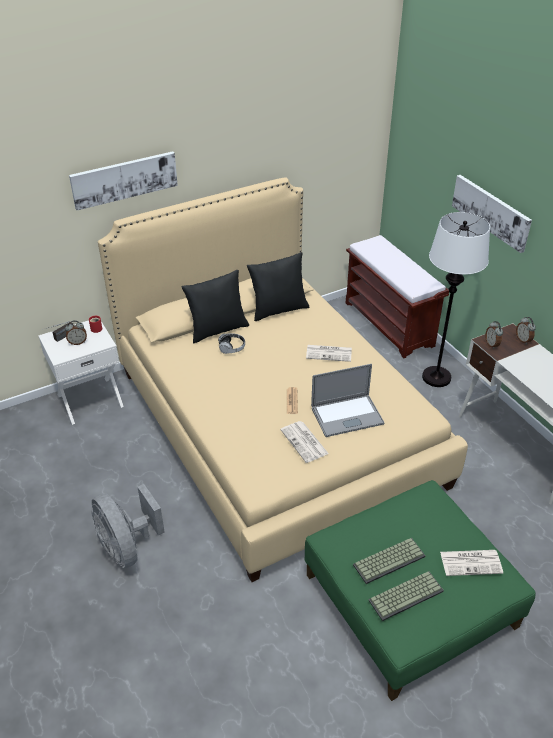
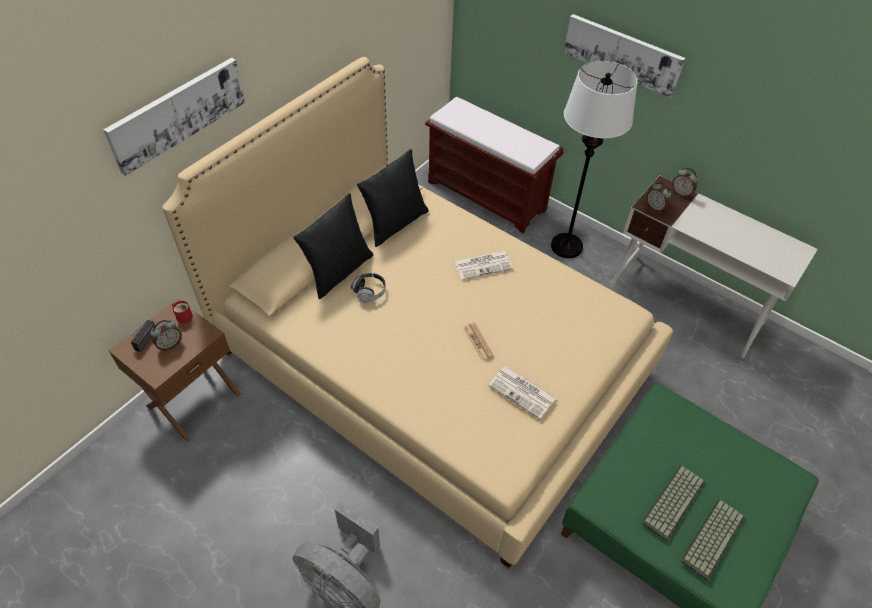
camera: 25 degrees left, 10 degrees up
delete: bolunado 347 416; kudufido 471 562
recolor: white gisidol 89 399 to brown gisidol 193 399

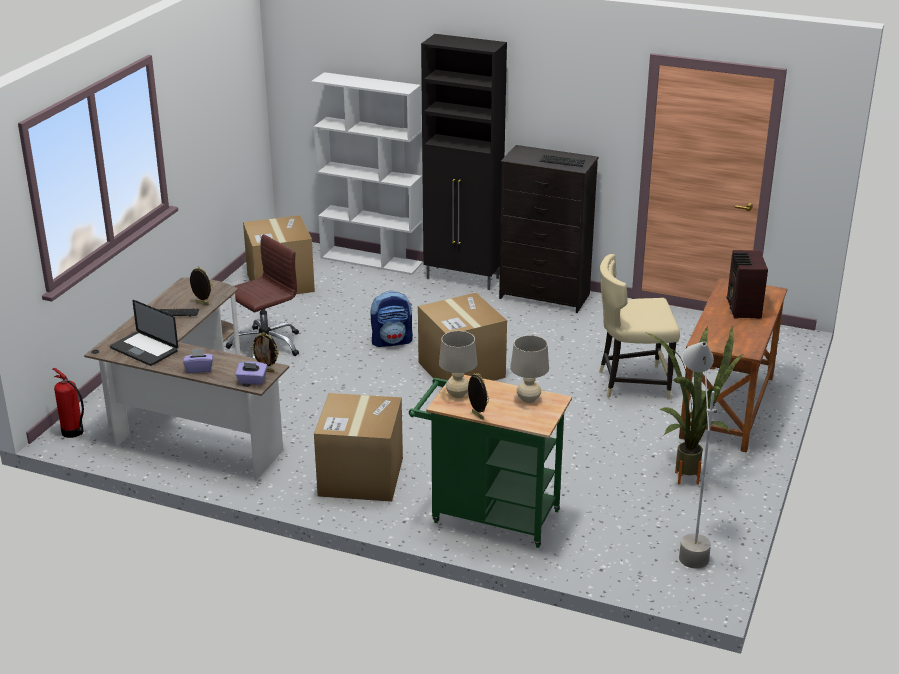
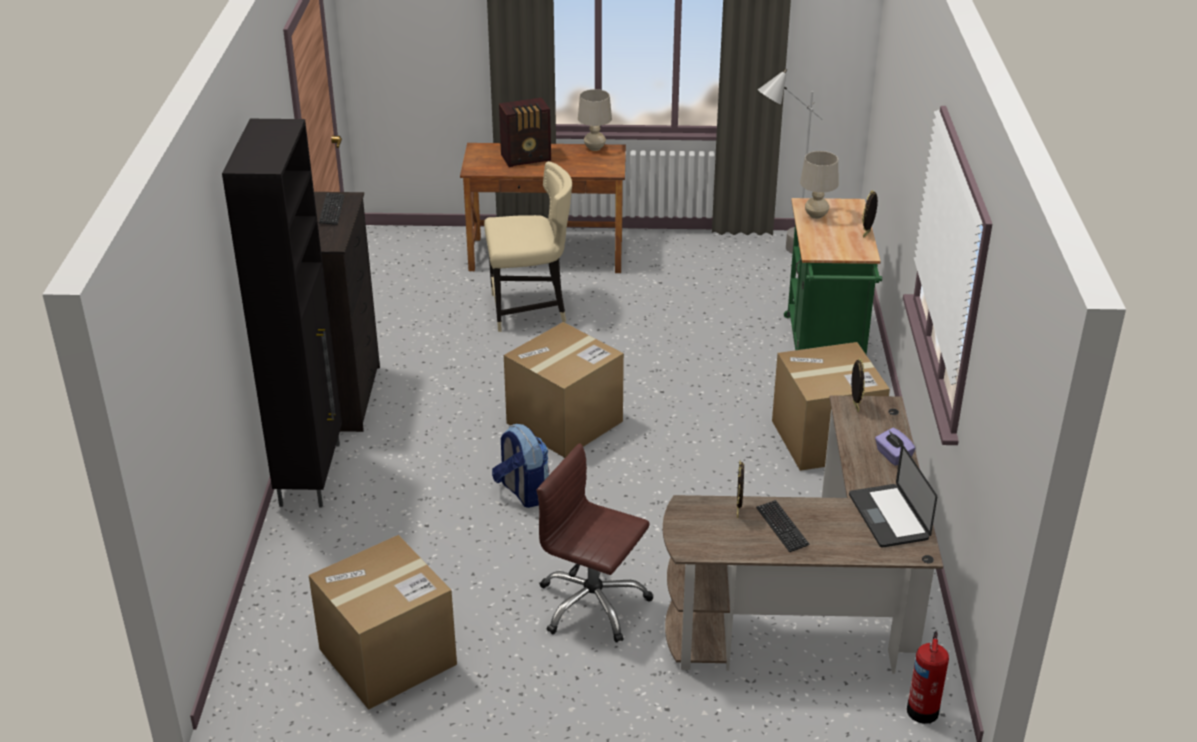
camera: 110 degrees left, 5 degrees up
delete: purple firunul 252 380; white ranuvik 372 260; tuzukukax 688 473
move: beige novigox 458 394 to 594 148
rotate: bolunado 144 350 = 888 517 150 degrees clockwise; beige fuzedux 631 383 = 530 310 75 degrees counterclockwise

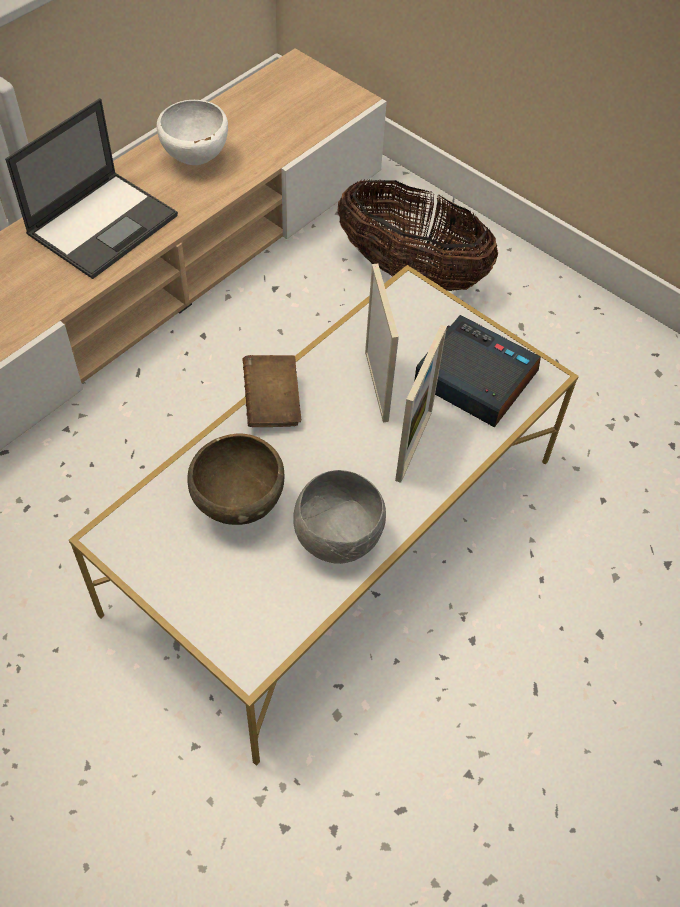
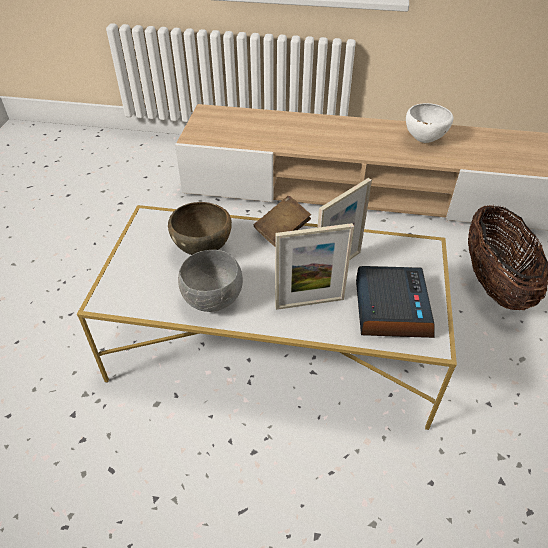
camera: 60 degrees right, 10 degrees down
delete: bolunado 104 224

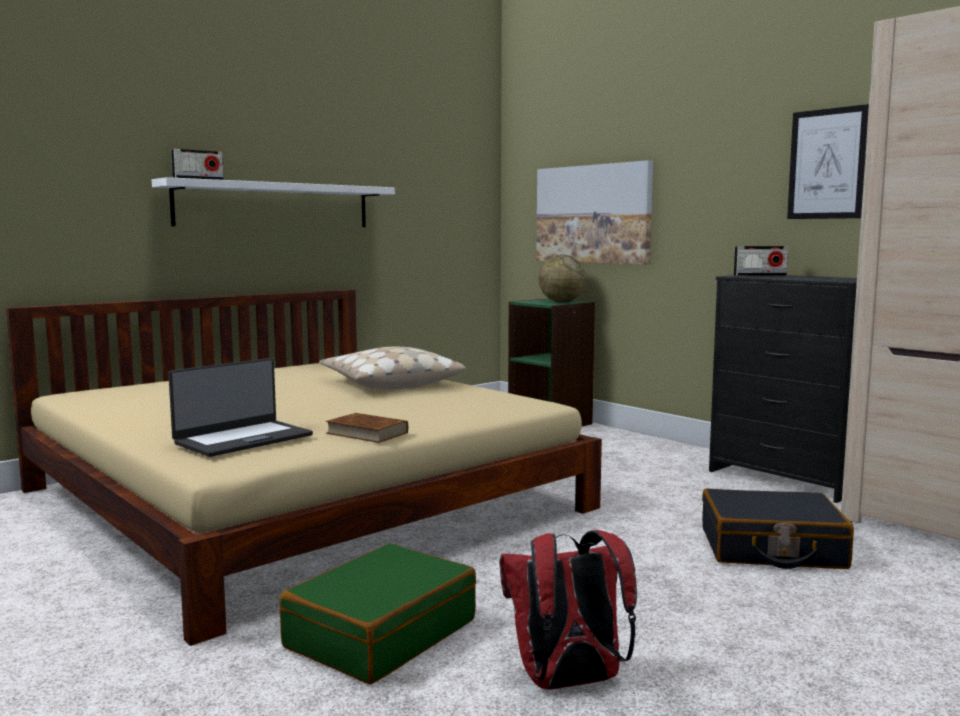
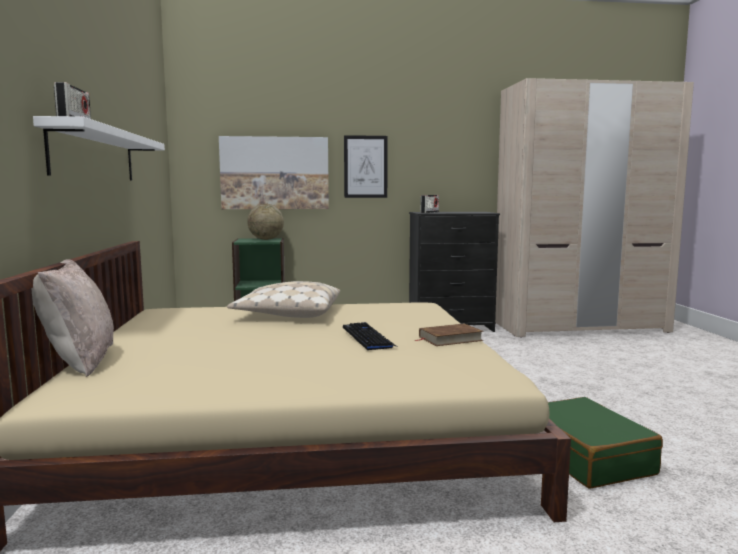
camera: 55 degrees left, 0 degrees up
delete: bolunado 243 439; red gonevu 568 682; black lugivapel 771 549
insert: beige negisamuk 79 361; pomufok 367 337
move: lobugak 827 164 to 365 167

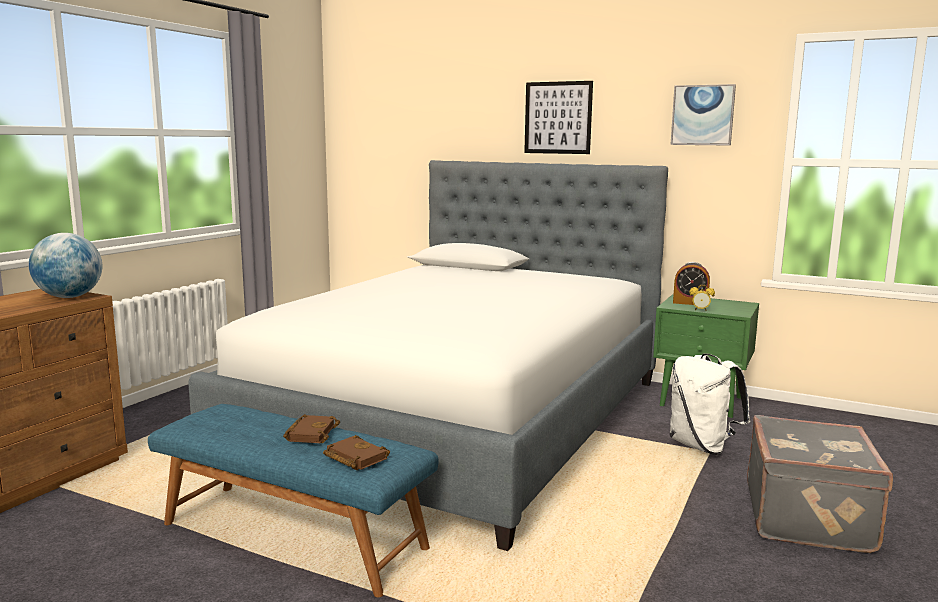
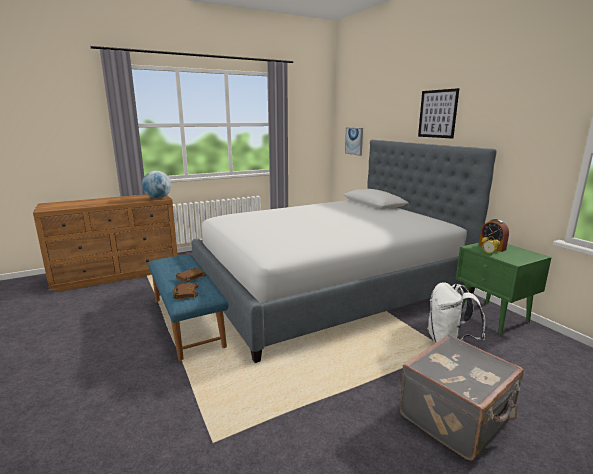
camera: 35 degrees right, 5 degrees up
move: lobugak 702 115 to 354 141

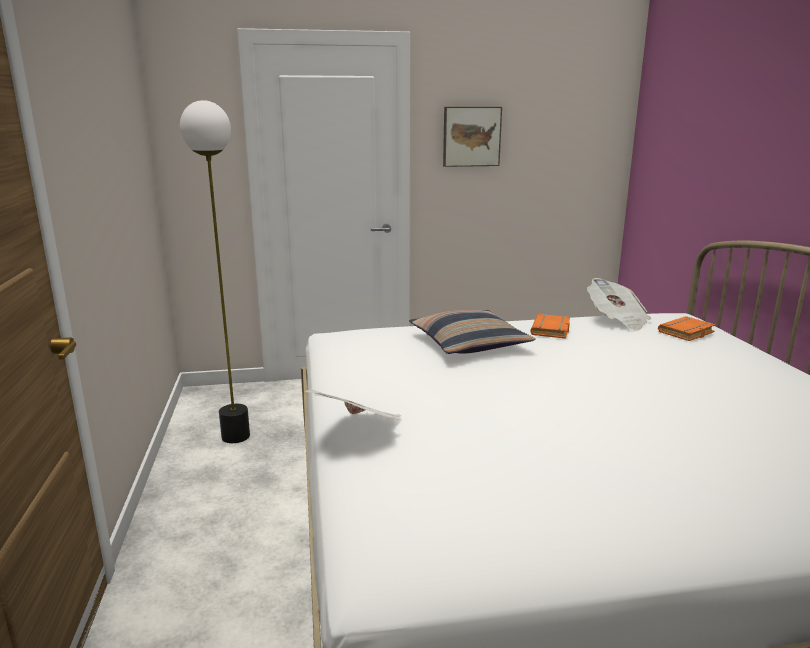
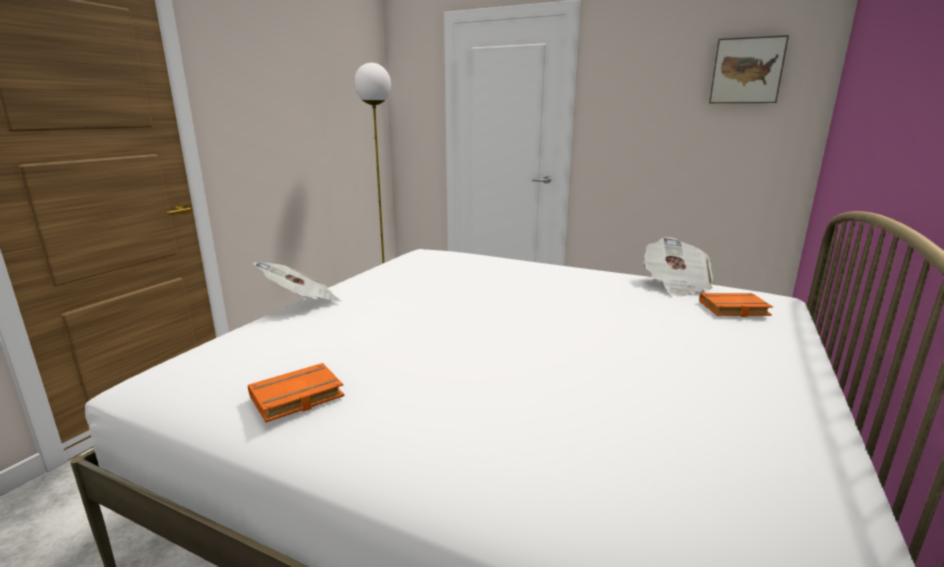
camera: 35 degrees right, 0 degrees up
delete: negisamuk 469 344
move: lobugak 471 136 to 747 71; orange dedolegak 552 330 to 296 399

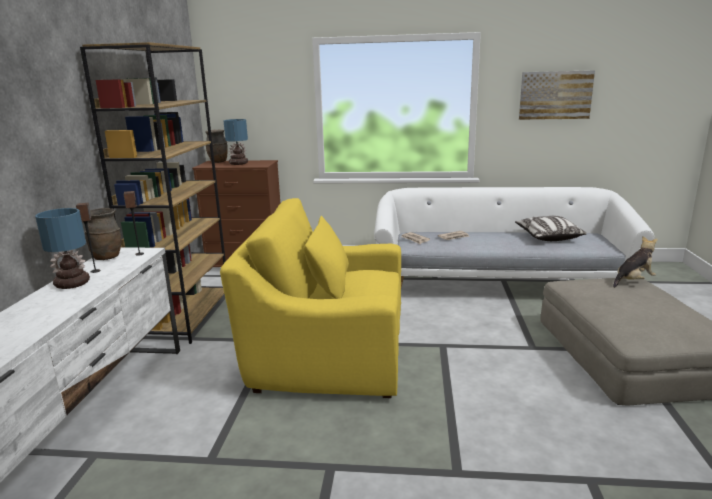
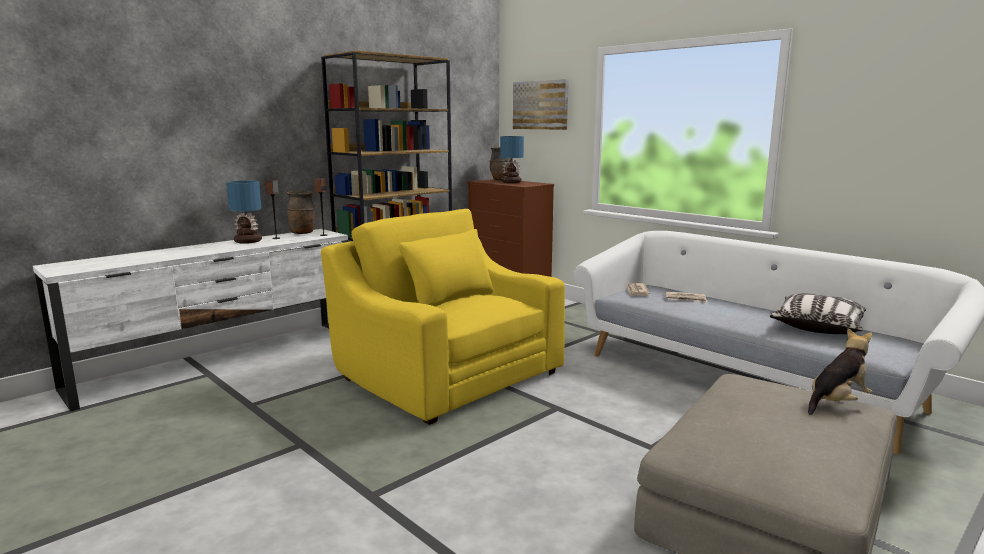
camera: 40 degrees right, 5 degrees down
move: lobugak 555 95 to 540 105
rotate: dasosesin 633 281 = 837 402 45 degrees counterclockwise

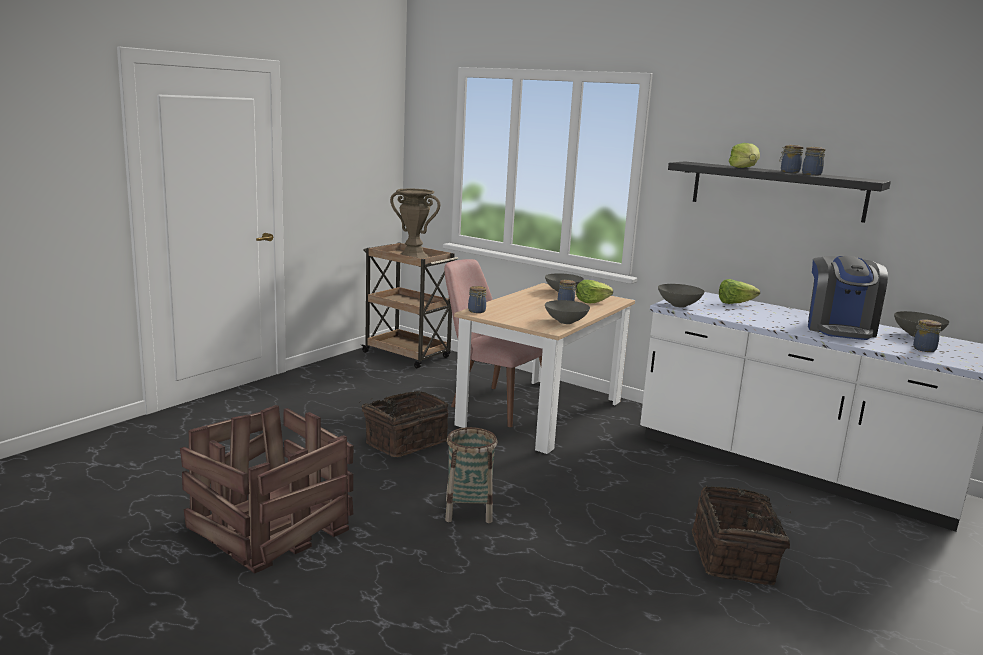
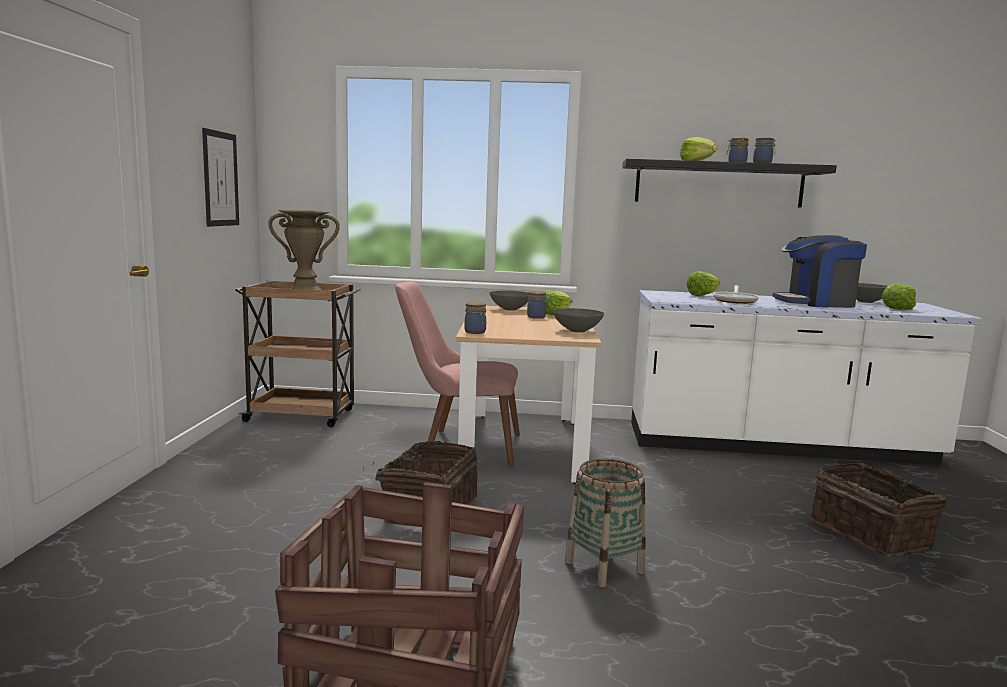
camera: 30 degrees left, 5 degrees down
delete: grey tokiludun 678 305
insert: lobugak 220 179; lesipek 735 301
replace: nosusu 923 349 to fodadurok 897 308
rotate: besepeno 839 329 = 816 303 105 degrees clockwise

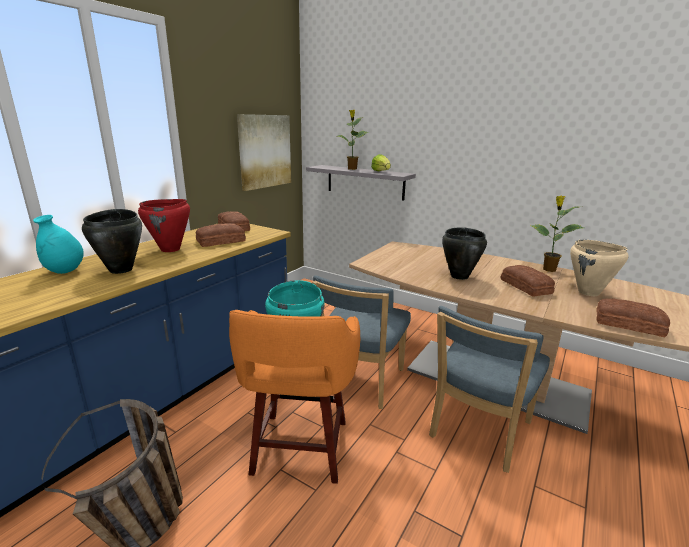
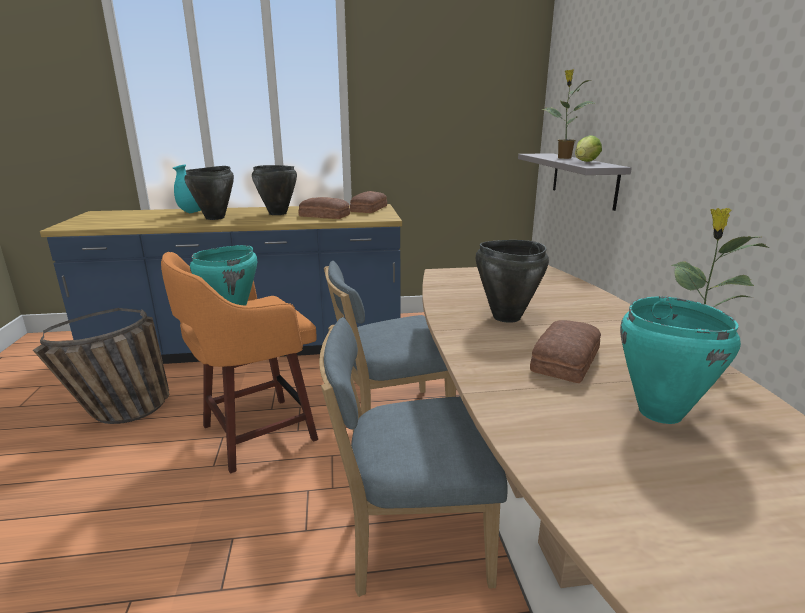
camera: 50 degrees right, 0 degrees up
delete: lobugak 265 151; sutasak 627 323
recolor: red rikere 170 249 to black rikere 277 213; beige rikere 588 292 to turquoise rikere 659 413

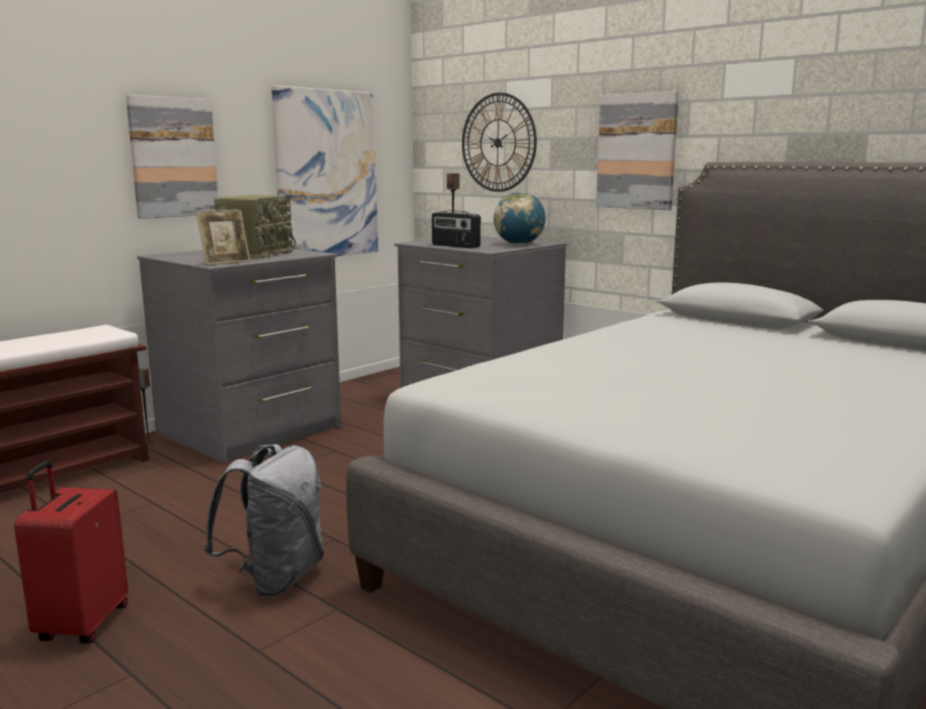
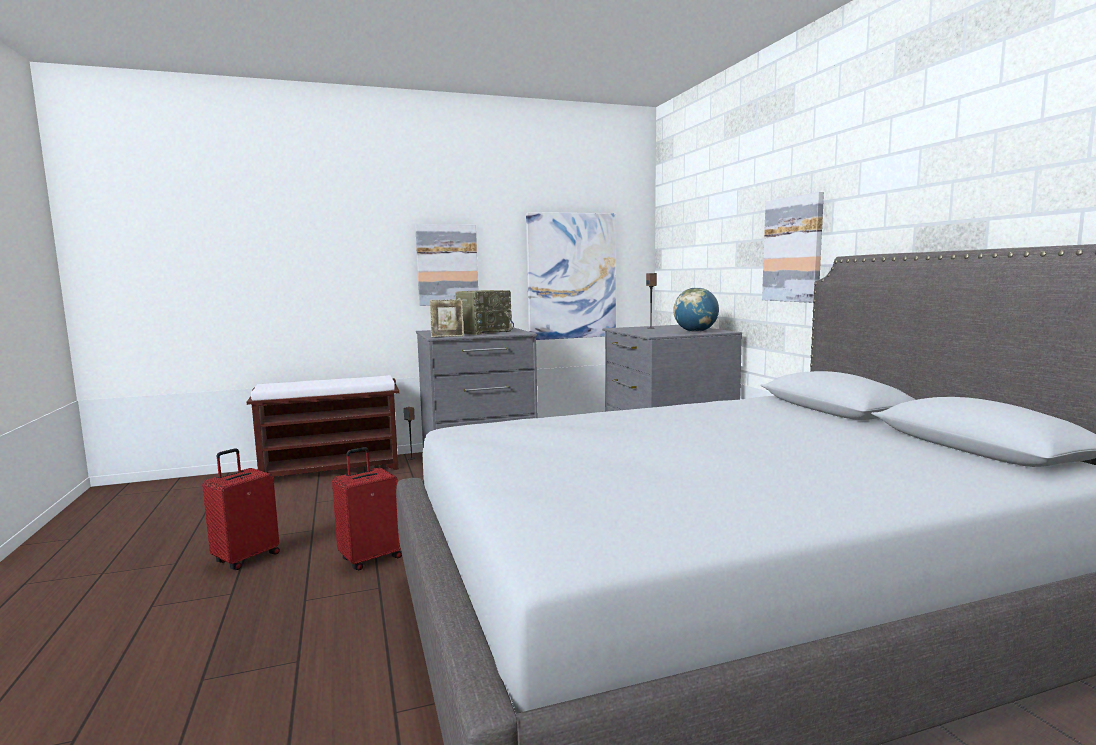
camera: 30 degrees right, 5 degrees down
delete: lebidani 455 246; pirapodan 498 142
replace: grey gonevu 275 578 to red lugivapel 370 558

